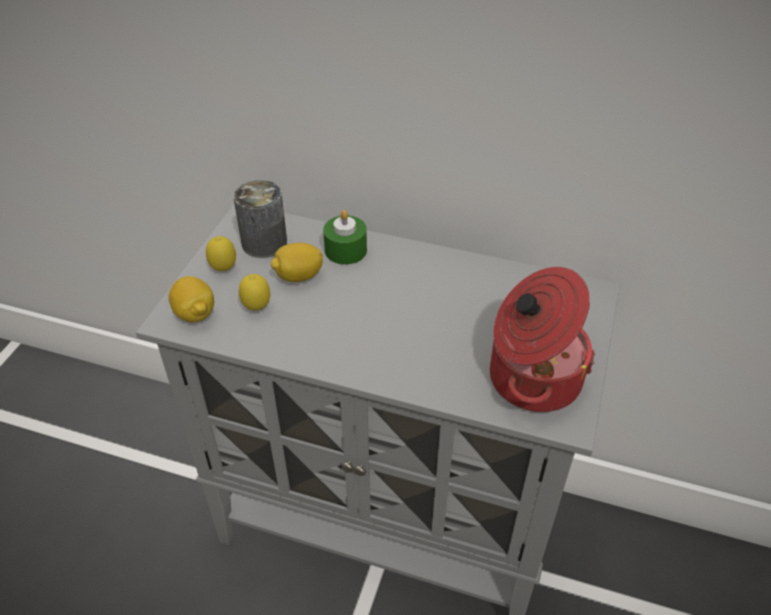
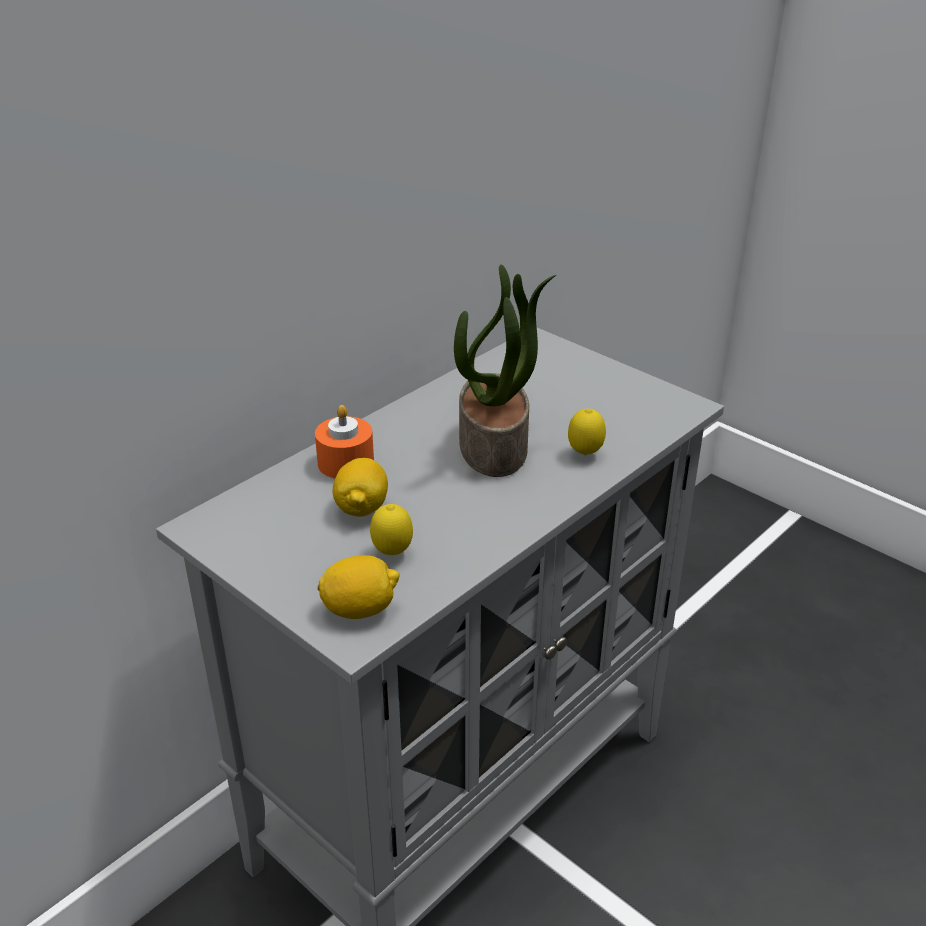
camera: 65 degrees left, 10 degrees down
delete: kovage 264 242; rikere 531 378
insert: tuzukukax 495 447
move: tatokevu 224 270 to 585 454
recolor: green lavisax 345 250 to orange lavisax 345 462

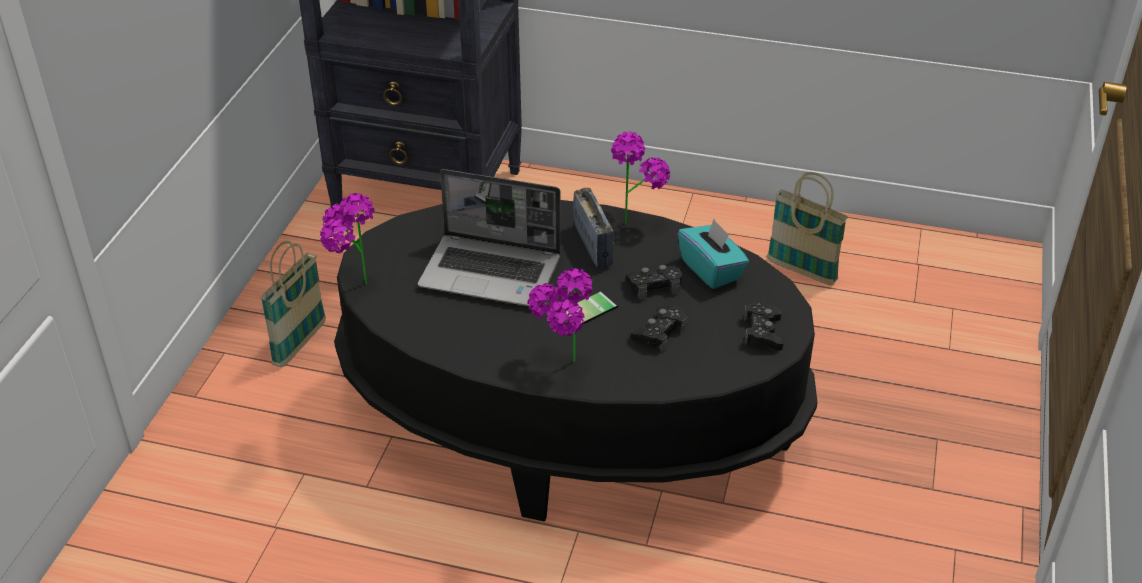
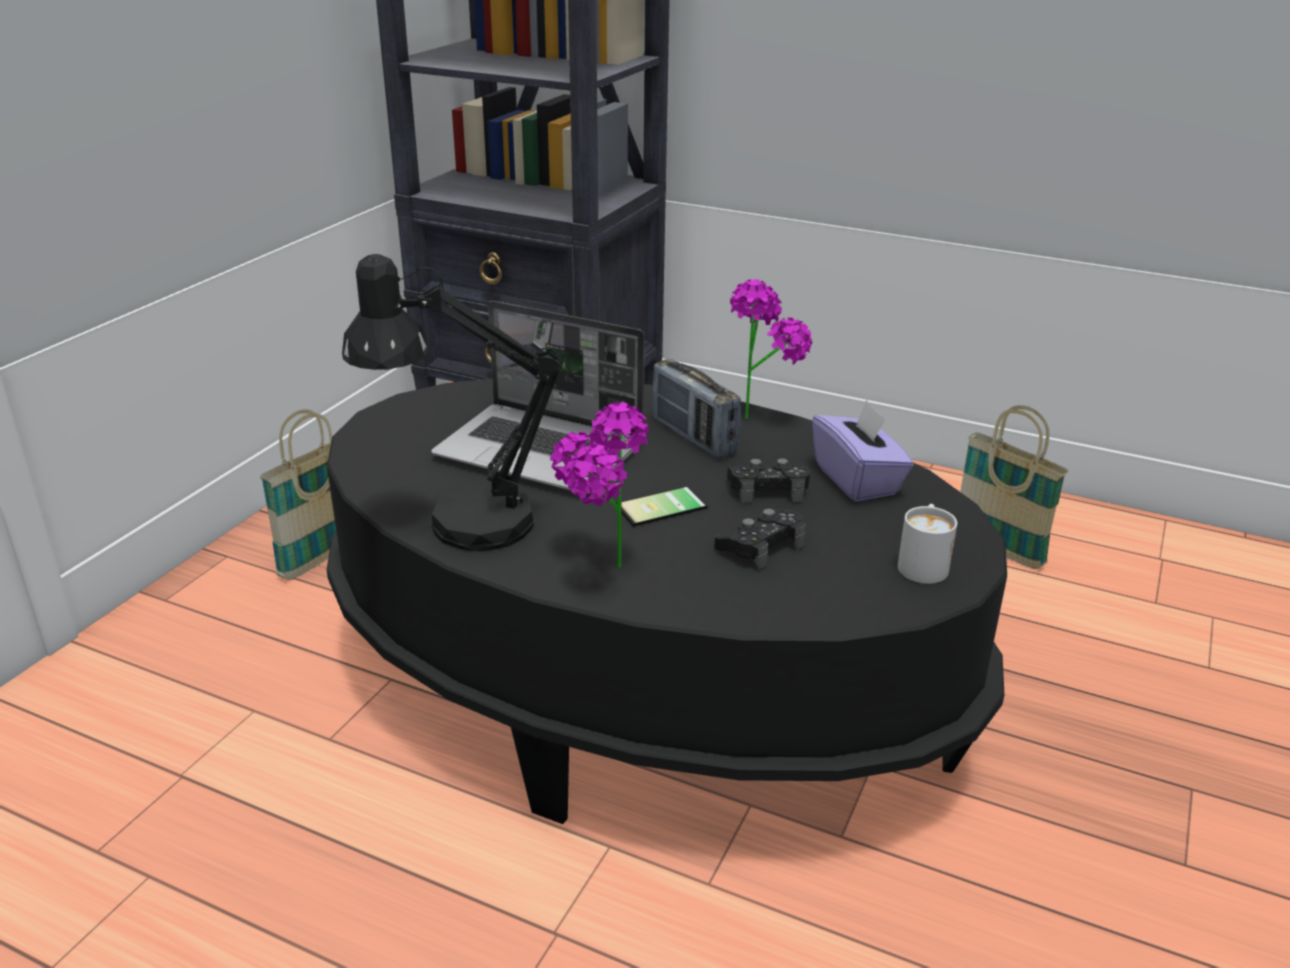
camera: 10 degrees right, 10 degrees down
delete: tuzukukax 352 285
insert: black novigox 459 524
replace: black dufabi 762 332 to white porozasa 923 563
recolor: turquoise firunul 711 270 to purple firunul 857 480
rotate: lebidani 593 245 = 693 437 150 degrees clockwise

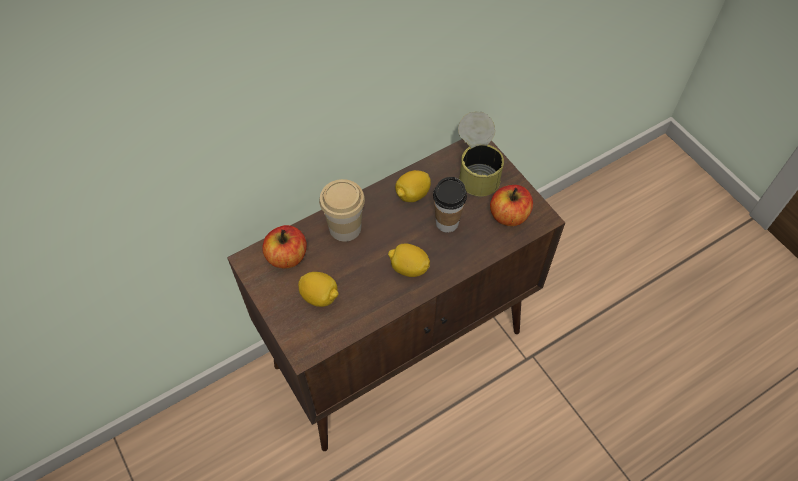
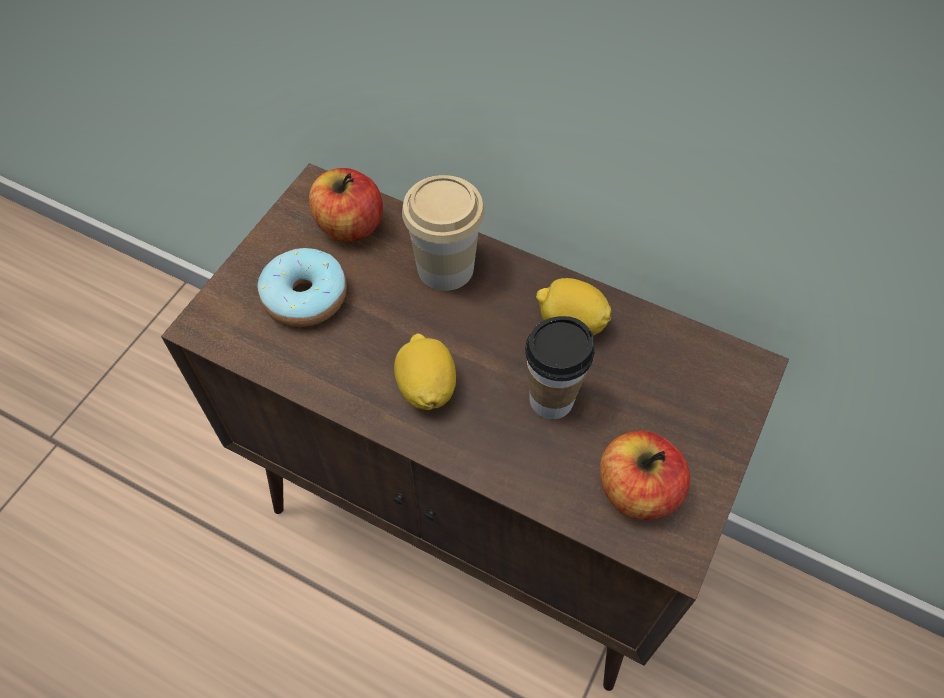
camera: 60 degrees right, 0 degrees up
delete: kovage 477 169
replace: tatokevu 320 296 to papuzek 305 297

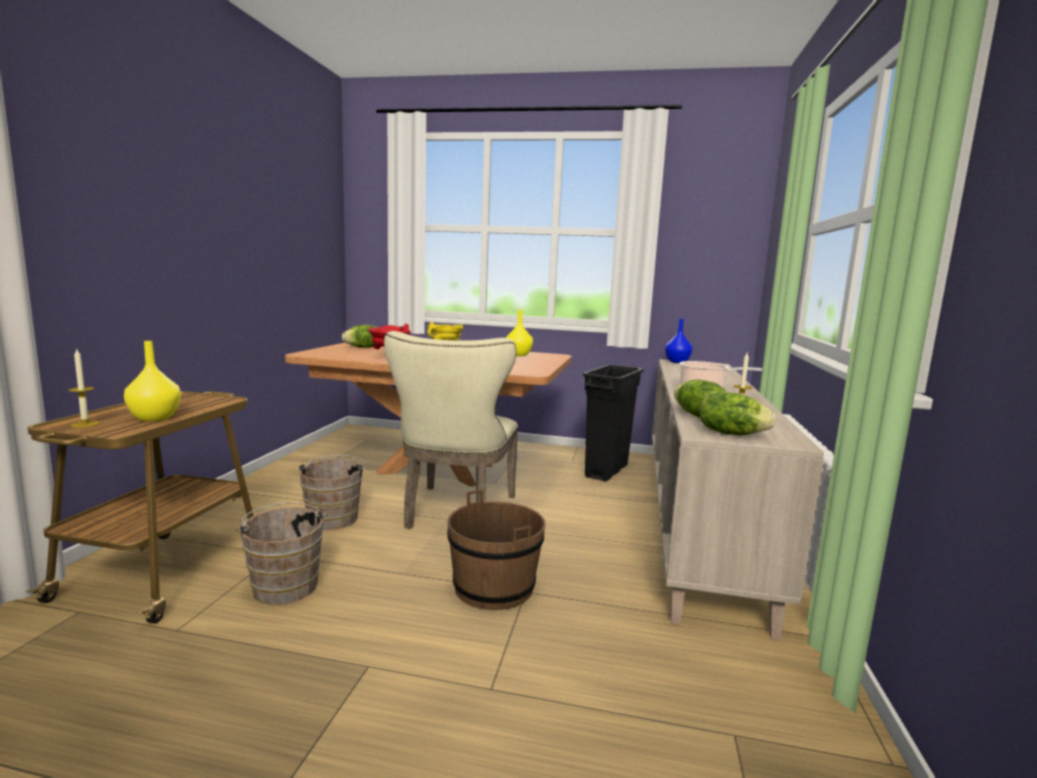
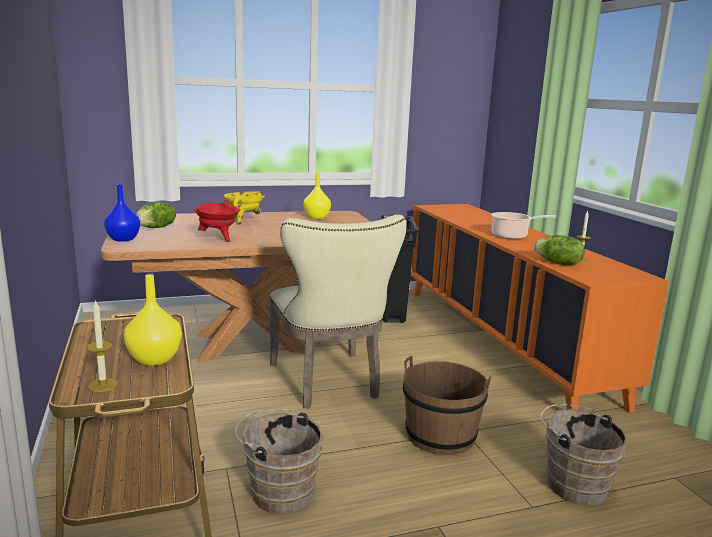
camera: 30 degrees left, 5 degrees up
delete: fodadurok 731 433
move: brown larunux 334 517 to 572 483; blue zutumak 677 362 to 123 239
recolor: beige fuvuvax 698 520 to orange fuvuvax 500 340

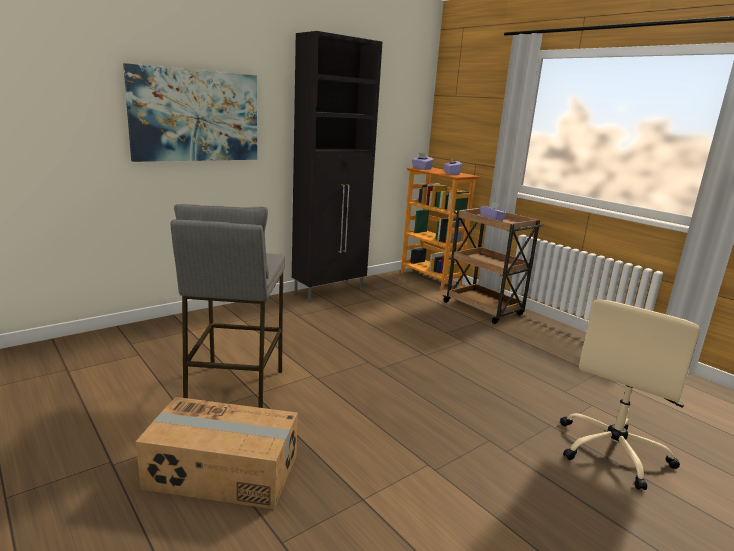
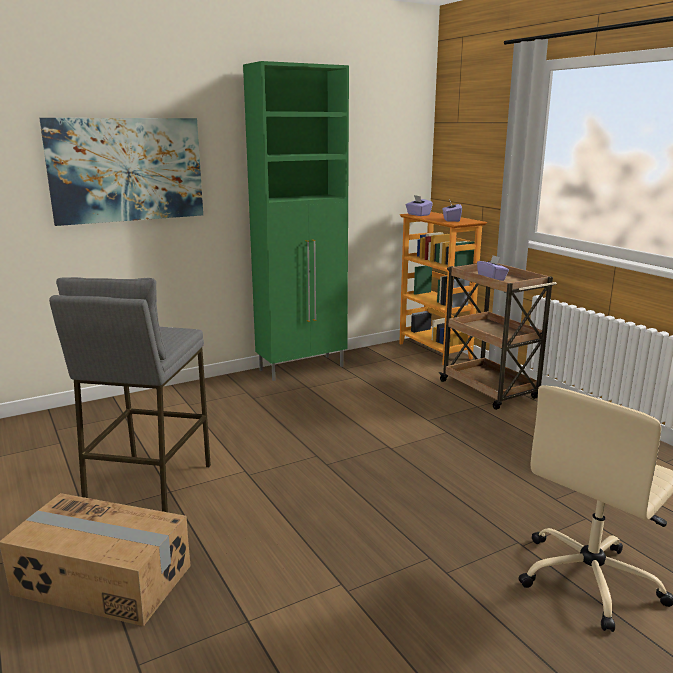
camera: 10 degrees right, 0 degrees up
recolor: black fuvuvax 330 291 to green fuvuvax 303 368

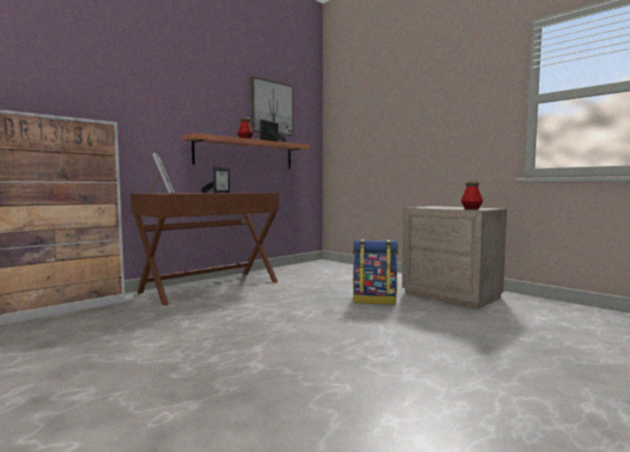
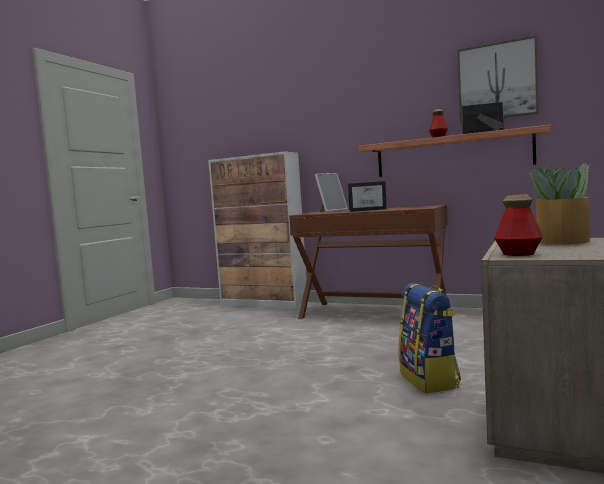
camera: 70 degrees right, 0 degrees up
insert: tuzukukax 561 241

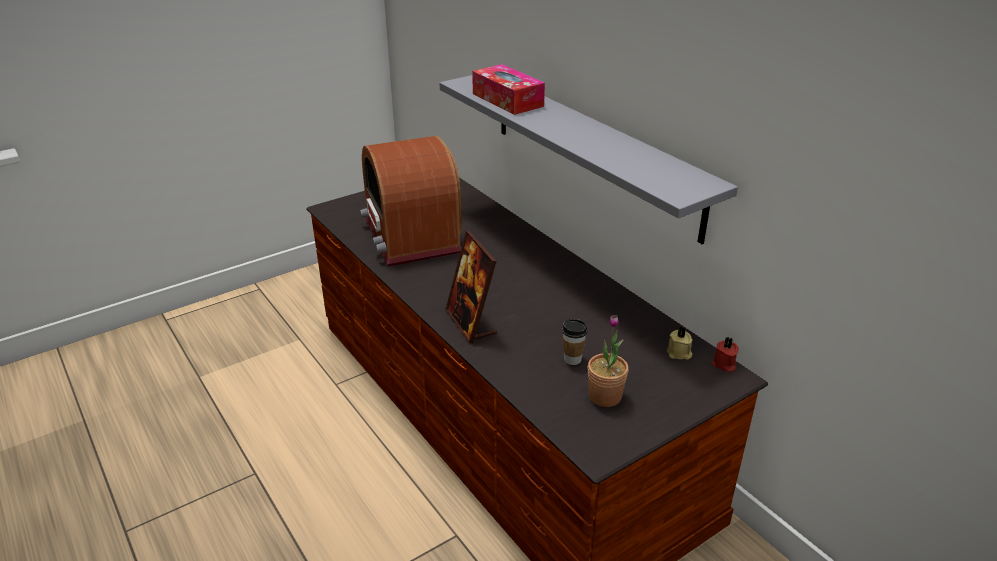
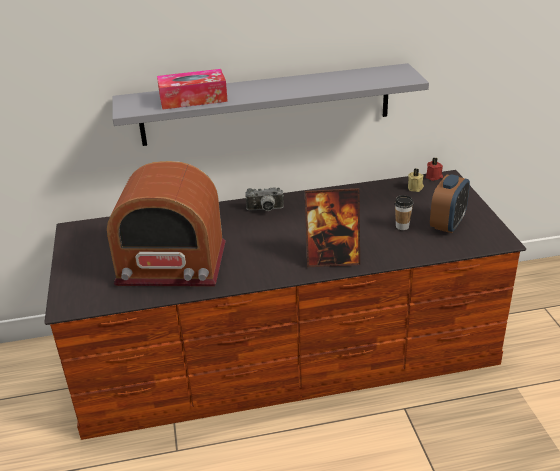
camera: 65 degrees left, 0 degrees up
insert: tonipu 265 210
replace: tuzukukax 605 396 to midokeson 447 224

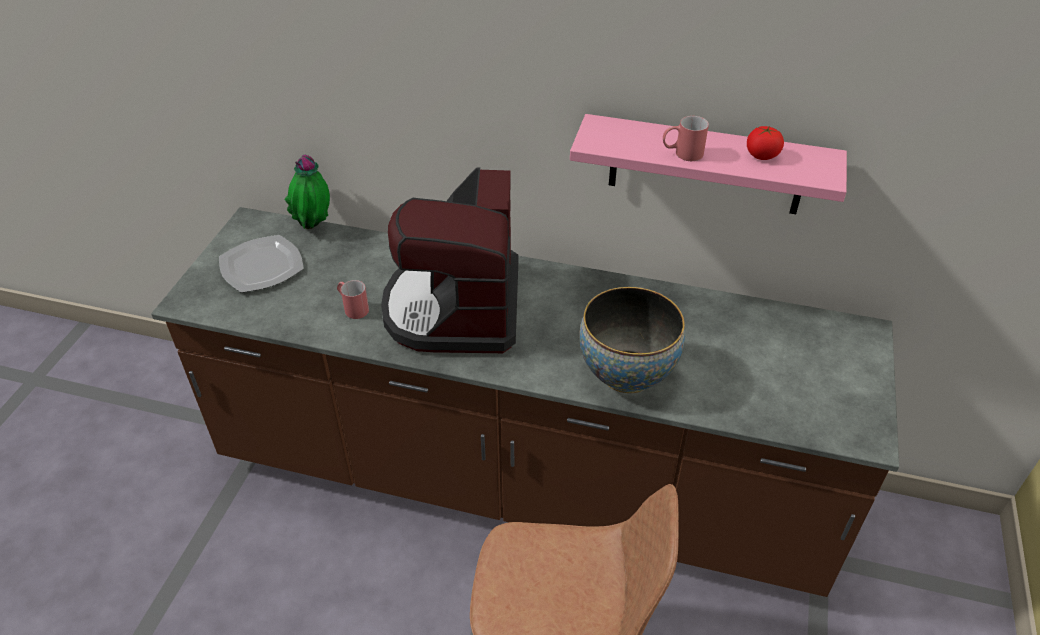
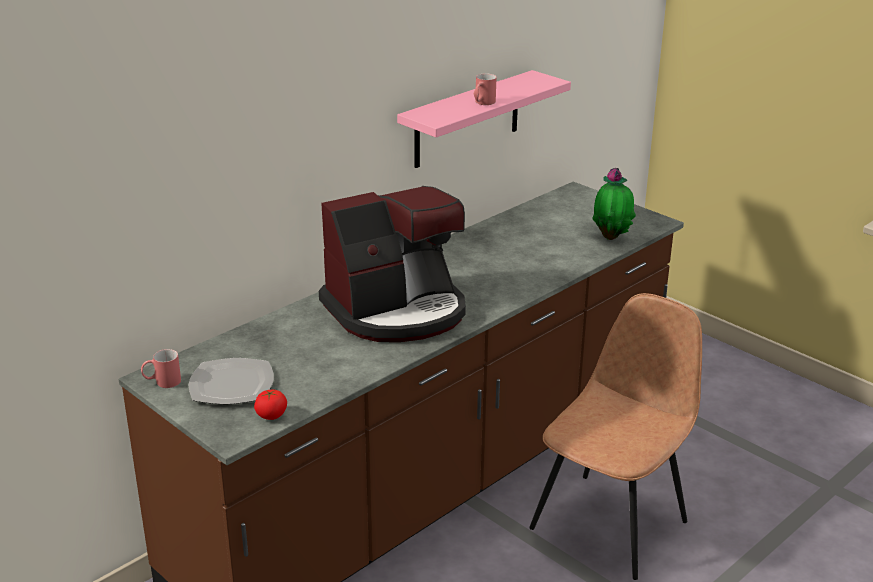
camera: 60 degrees left, 15 degrees down
delete: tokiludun 627 374
move: tuzukukax 315 227 to 611 237; red porozasa 352 307 to 162 382; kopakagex 762 155 to 271 415
rotate: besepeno 456 307 = 397 311 60 degrees counterclockwise

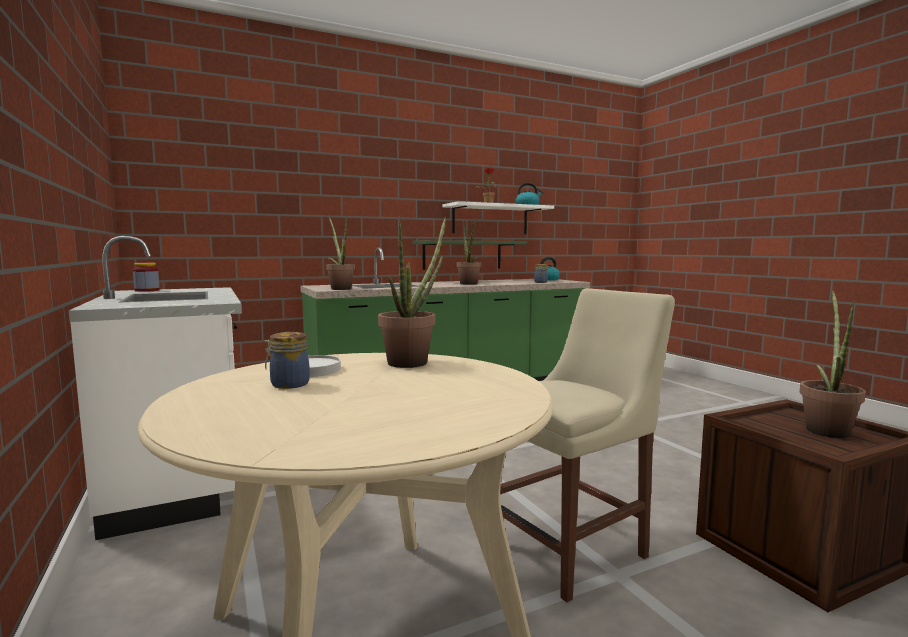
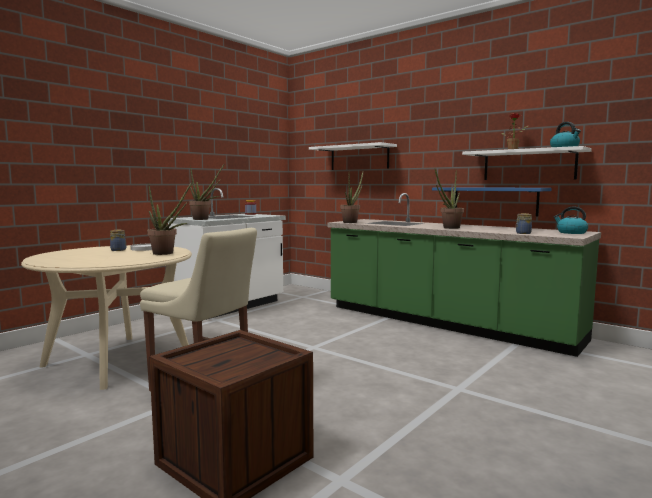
camera: 65 degrees right, 0 degrees up
insert: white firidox 359 157
move: tuzukukax 826 429 to 204 219
recolor: green firidox 462 255 to blue firidox 494 201

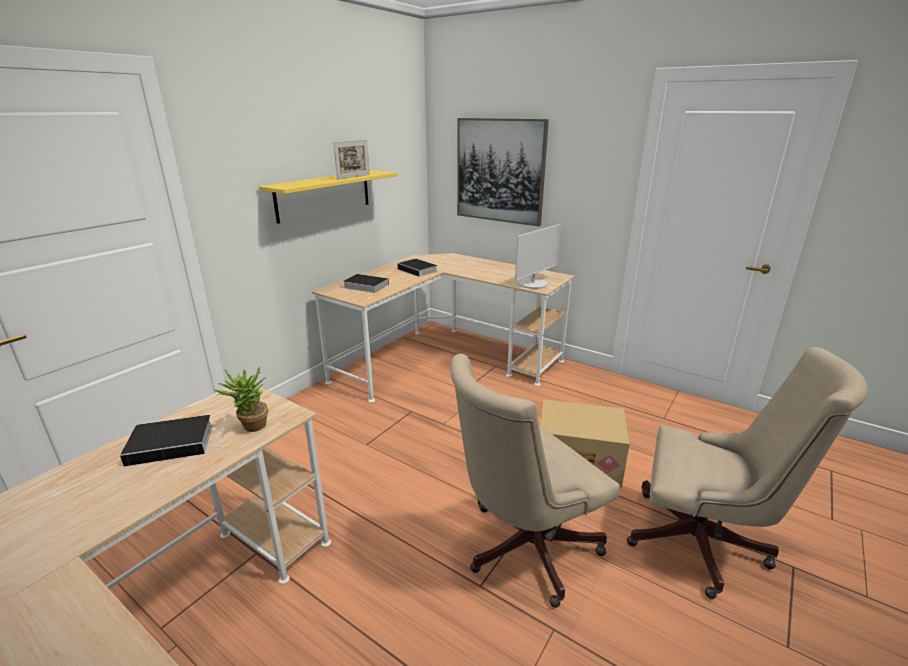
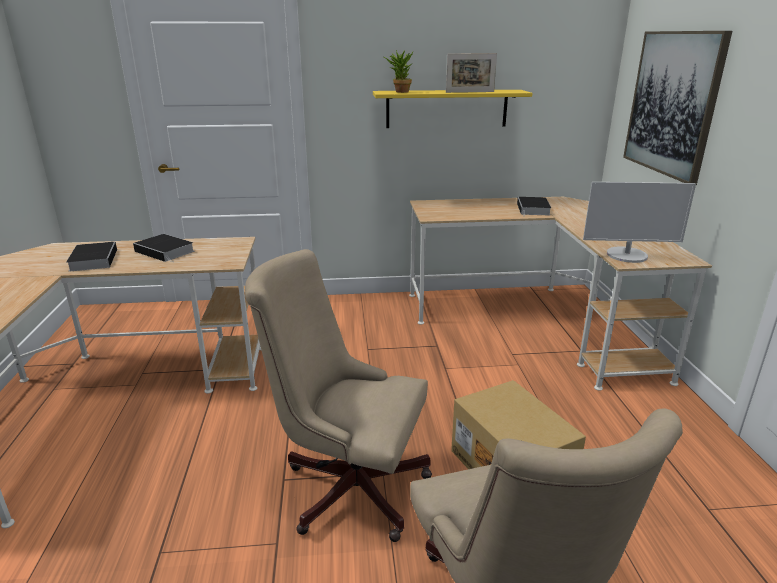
camera: 50 degrees right, 0 degrees up
move: tuzukukax 251 428 to 399 92; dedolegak 364 286 to 93 259

